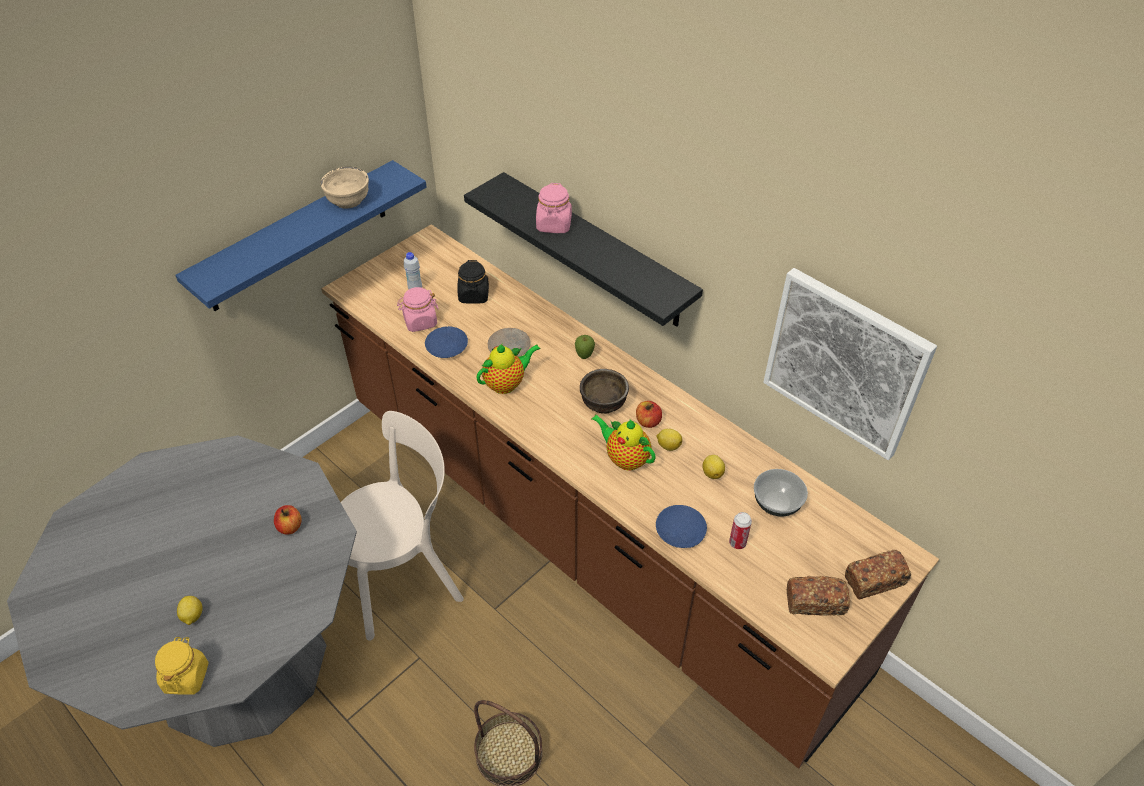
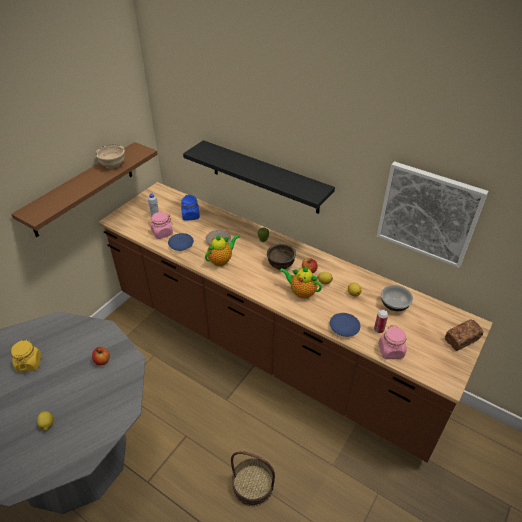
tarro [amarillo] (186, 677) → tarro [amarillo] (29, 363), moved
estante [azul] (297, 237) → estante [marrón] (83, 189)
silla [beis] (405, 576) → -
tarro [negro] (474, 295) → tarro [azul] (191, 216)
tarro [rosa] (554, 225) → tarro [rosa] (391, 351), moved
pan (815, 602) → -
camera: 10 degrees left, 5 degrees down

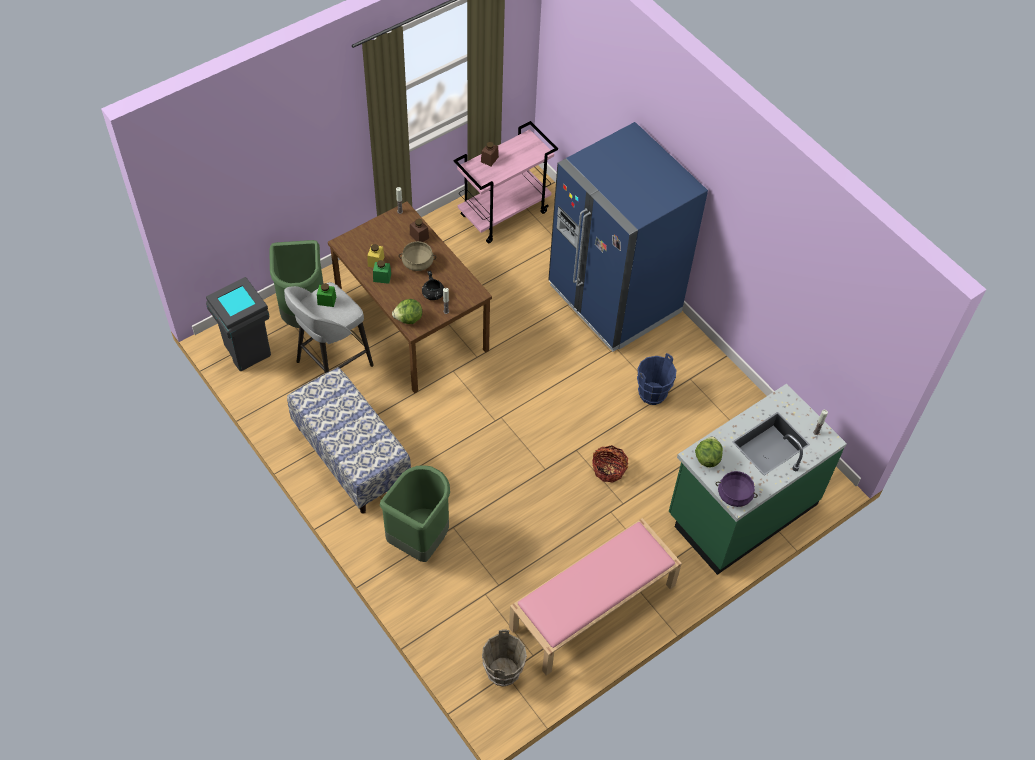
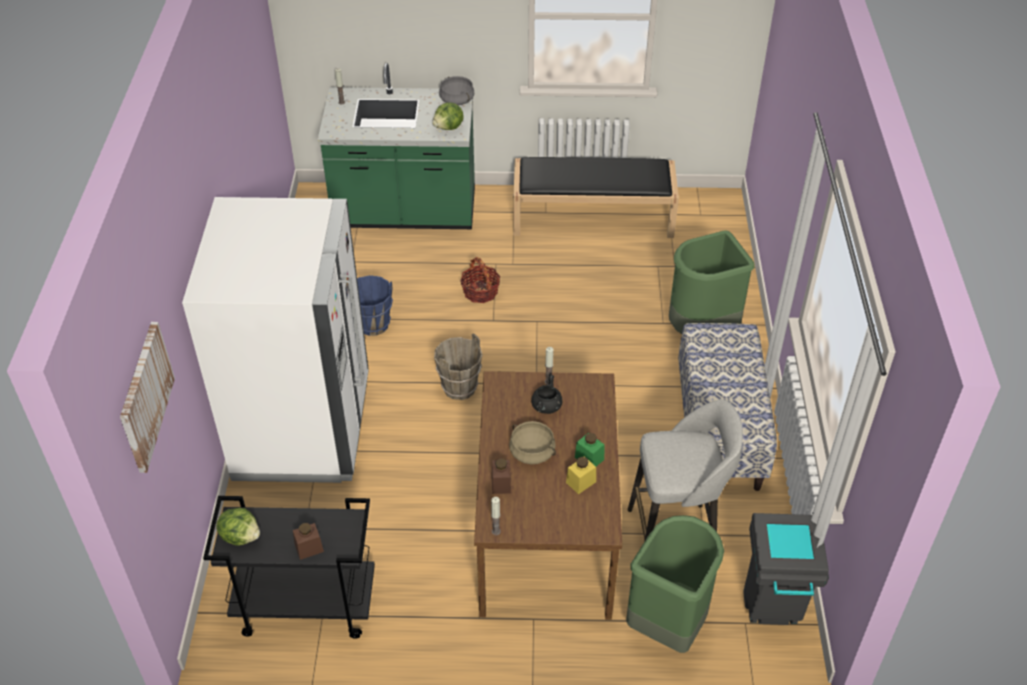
tarro [verde] (327, 300) → -
lechuga (408, 319) → lechuga (241, 536), moved
carrito [rosa] (504, 213) → carrito [negro] (304, 607)
cubo [marrón] (503, 672) → cubo [marrón] (459, 388), moved
banco [rosa] (592, 607) → banco [negro] (593, 217)
nevera [azul] (614, 299) → nevera [blanco] (303, 427)
olla [morado] (734, 495) → olla [gris] (457, 100)
- → cuadro (145, 396)
camera: 140 degrees left, 10 degrees down

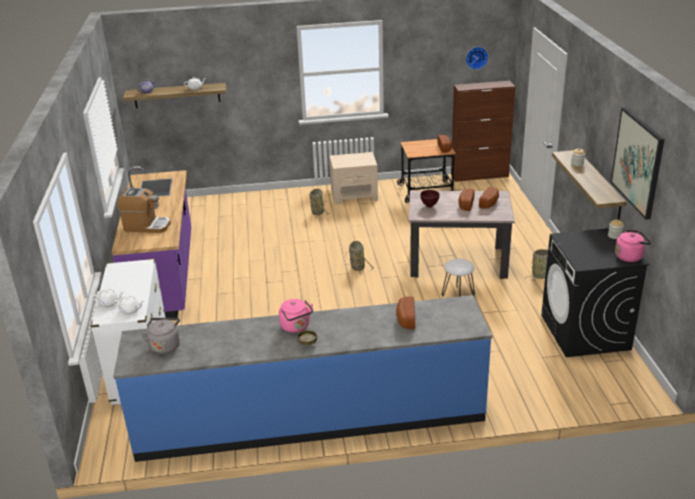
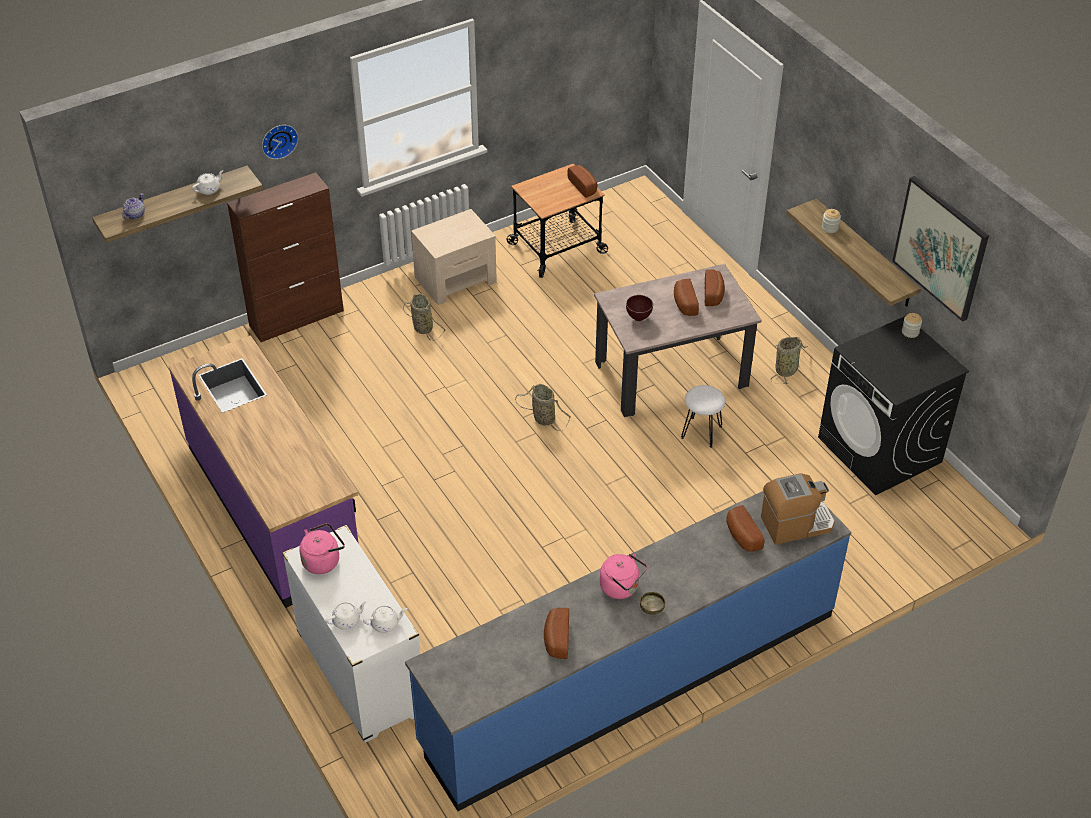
cafetera (147, 226) → cafetera (796, 524), moved
hervidor [gris] (165, 346) → -
armario [marrón] (480, 175) → armario [marrón] (297, 318), moved
reloj de pared (476, 57) → reloj de pared (278, 140), moved
hervidor [rosa] (630, 256) → hervidor [rosa] (323, 560), moved
- → pan (556, 639)
camera: 25 degrees left, 15 degrees up

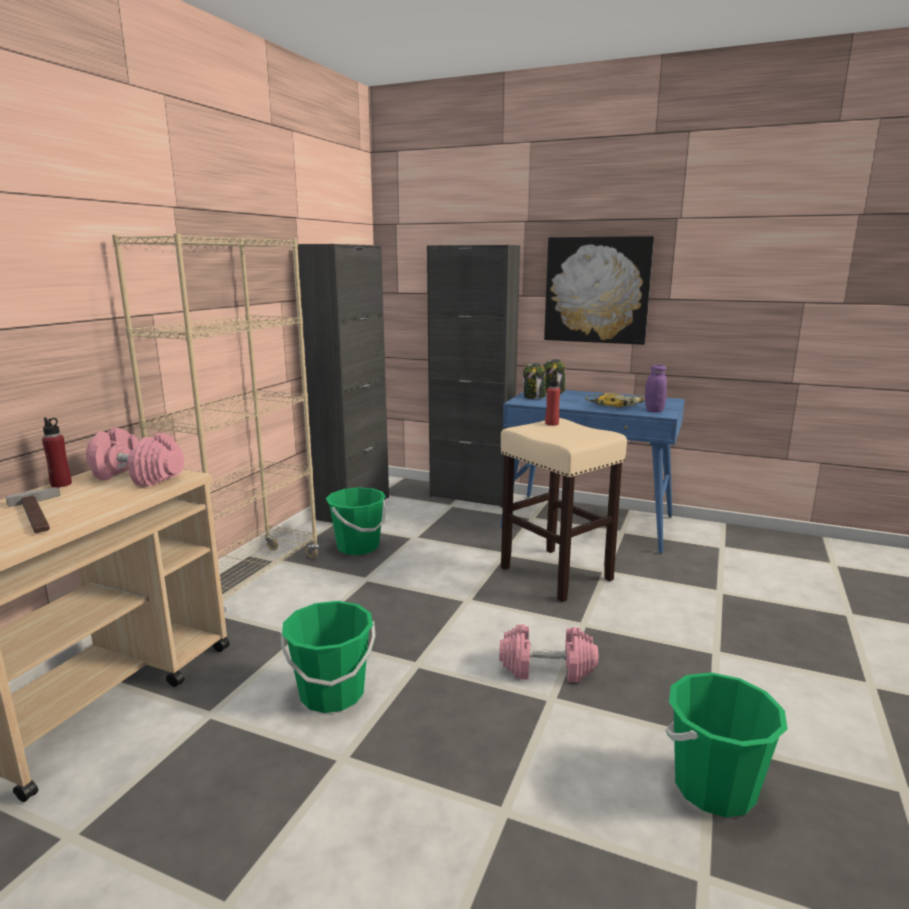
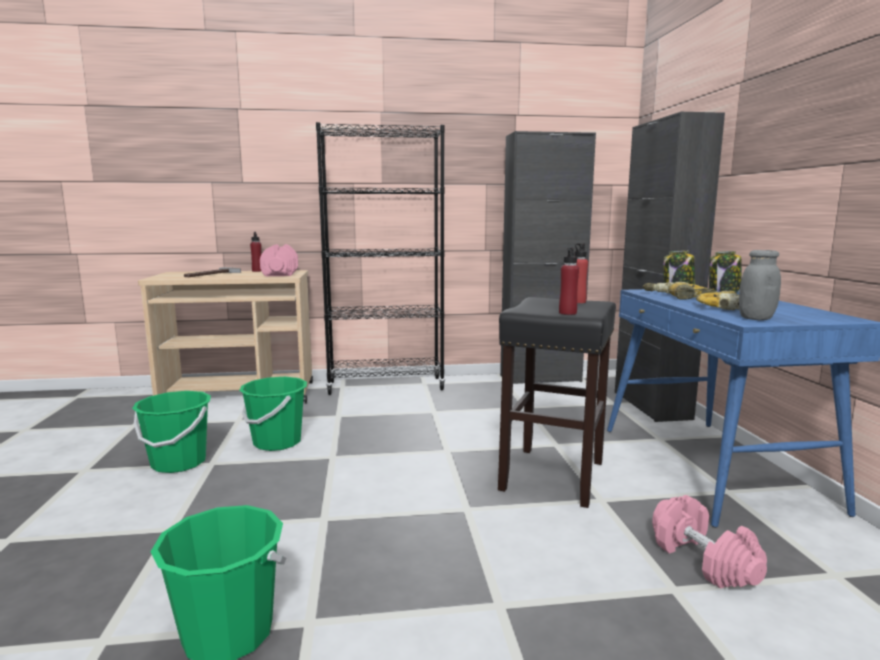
estantería [beis] (248, 582) → estantería [negro] (386, 386)
cubo [verde] (358, 547) → cubo [verde] (179, 462), moved
mancuerna [rosa] (547, 668) → mancuerna [rosa] (704, 560), moved
taburete [beis] (554, 573) → taburete [negro] (552, 475)
cuadro (597, 290) → -
tarro [morado] (654, 410) → tarro [gris] (756, 318)
- → botella [rojo] (567, 313)
- → taladro (677, 297)
camera: 60 degrees right, 5 degrees down

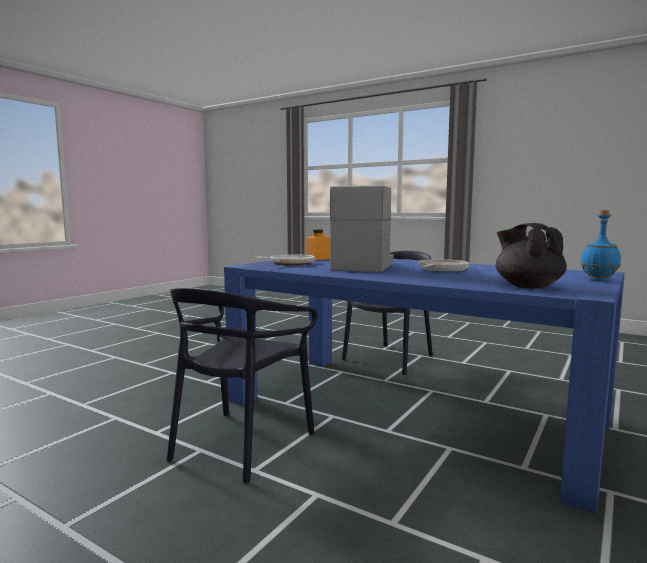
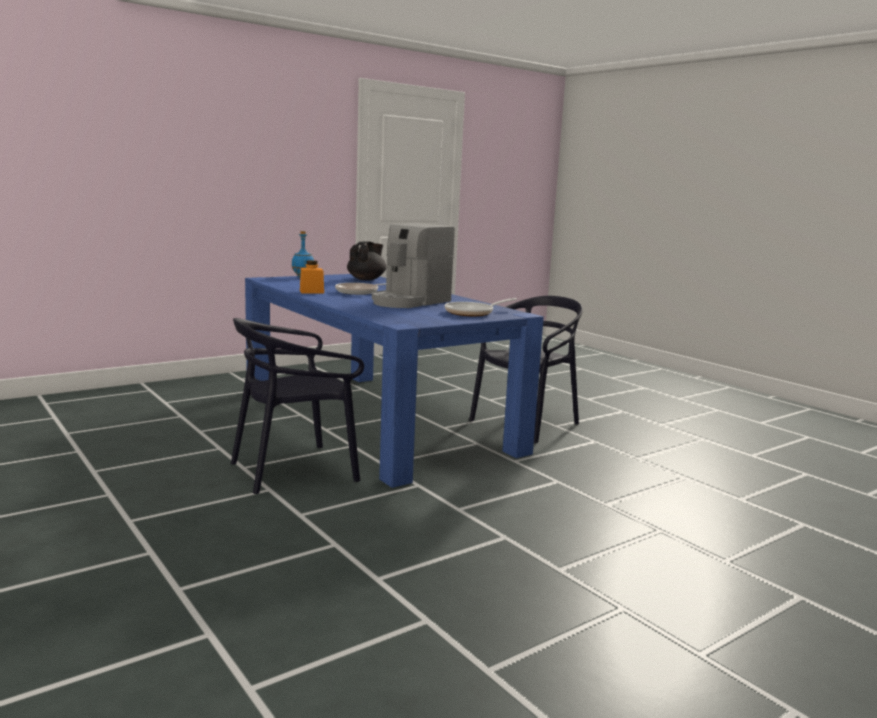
tarro [naranja] (318, 258) → tarro [naranja] (311, 292), moved
tetera [negro] (527, 286) → tetera [negro] (366, 279), 150 degrees counterclockwise
camera: 160 degrees left, 5 degrees up

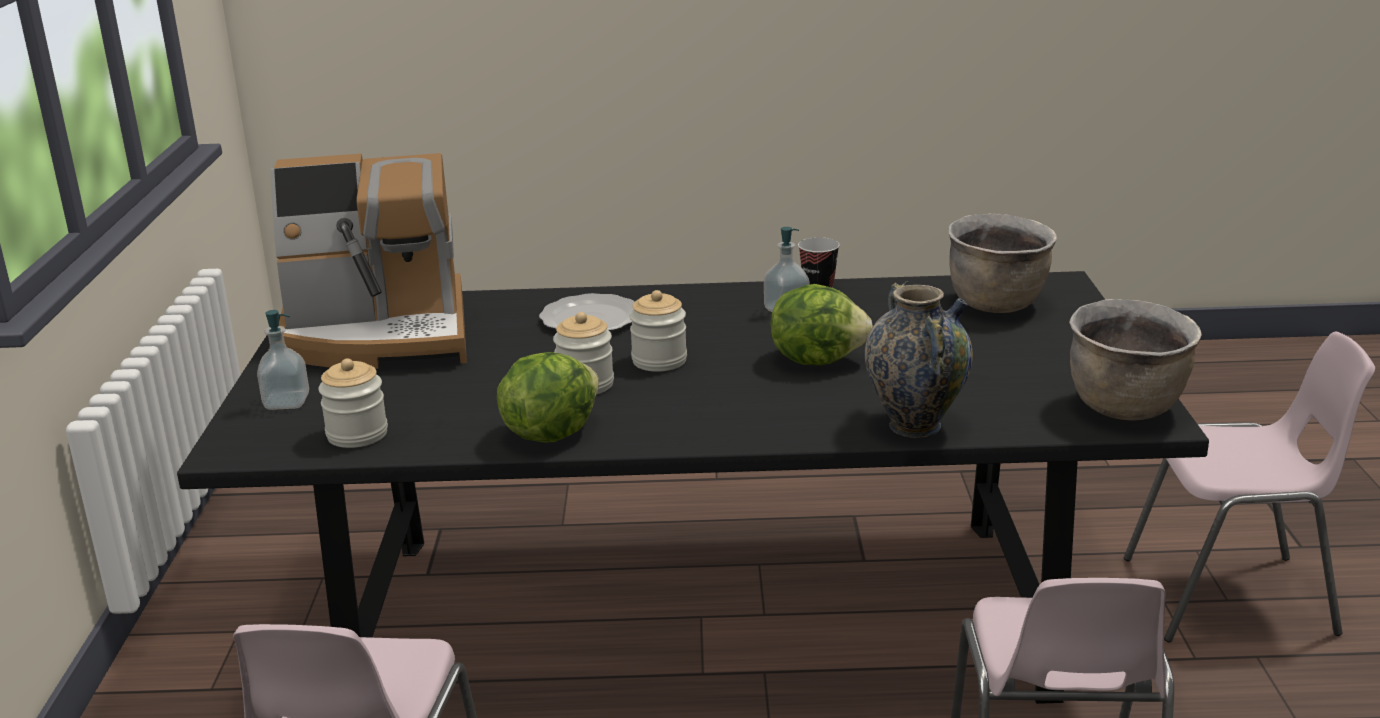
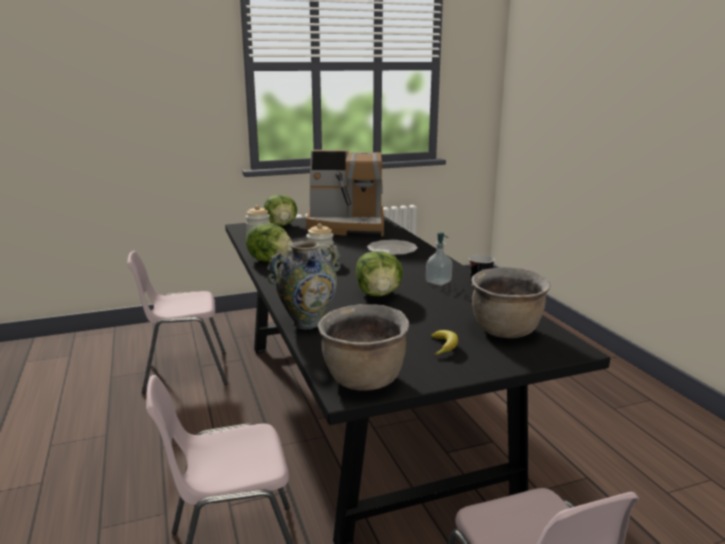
dispensador de jabón (287, 402) → lechuga (281, 225)
cafetera (380, 336) → cafetera (347, 226), 60 degrees counterclockwise
tarro (659, 361) → -
- → plátano (444, 346)
camera: 70 degrees right, 5 degrees down

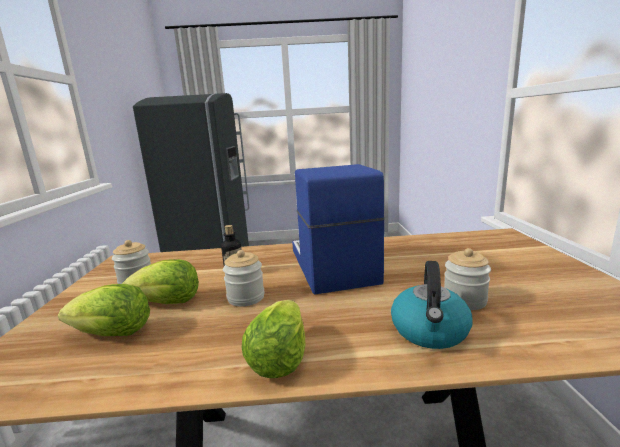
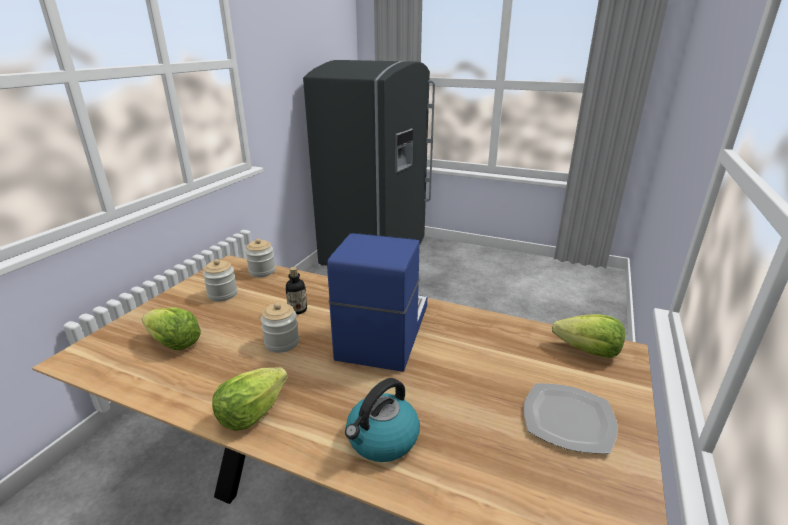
lechuga (167, 303) → lechuga (588, 351), moved
tarro (464, 300) → tarro (262, 271), moved
- → plato (569, 419)
camera: 25 degrees right, 10 degrees up

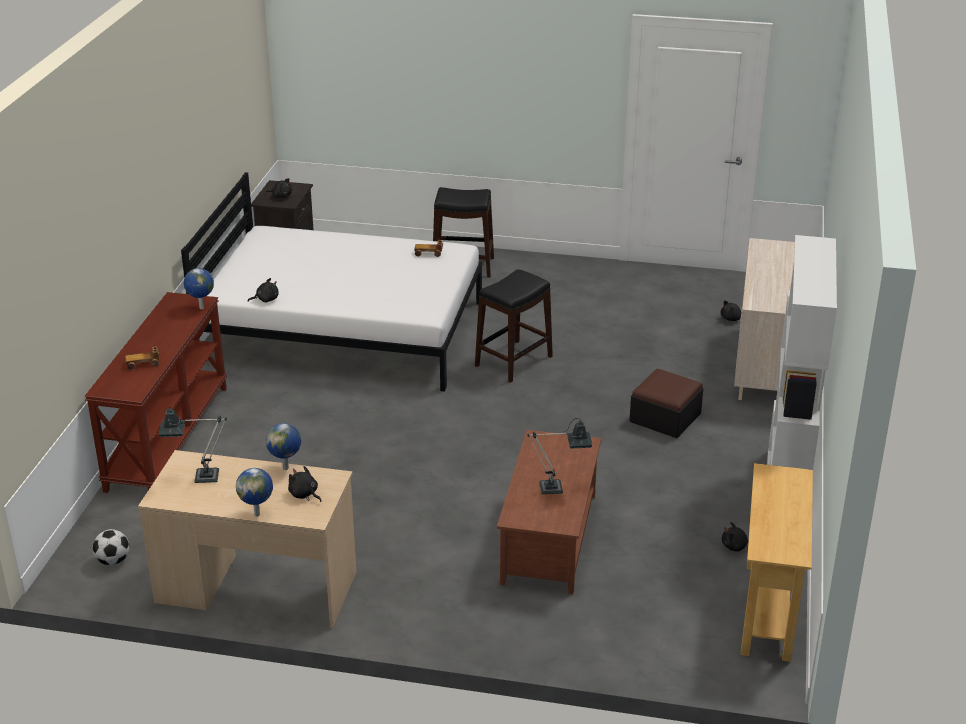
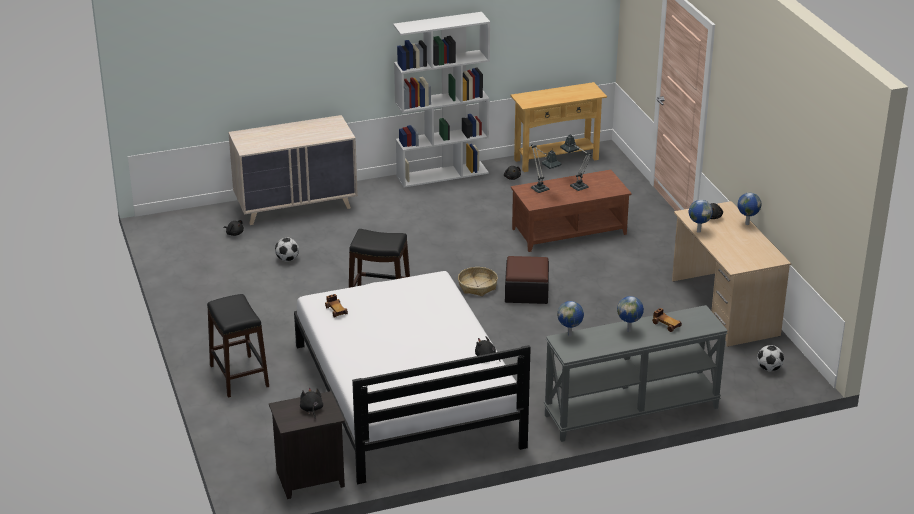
mesa consola [marrón] (167, 437) → mesa consola [gris] (631, 412)
lámpara de mesa (200, 477) → lámpara de mesa (542, 191), moved
puf (665, 418) → puf (526, 292), moved
- → balón de fútbol (287, 259)
- → cesta (477, 286)
- → globo terráqueo (629, 330)
camera: 120 degrees left, 0 degrees up

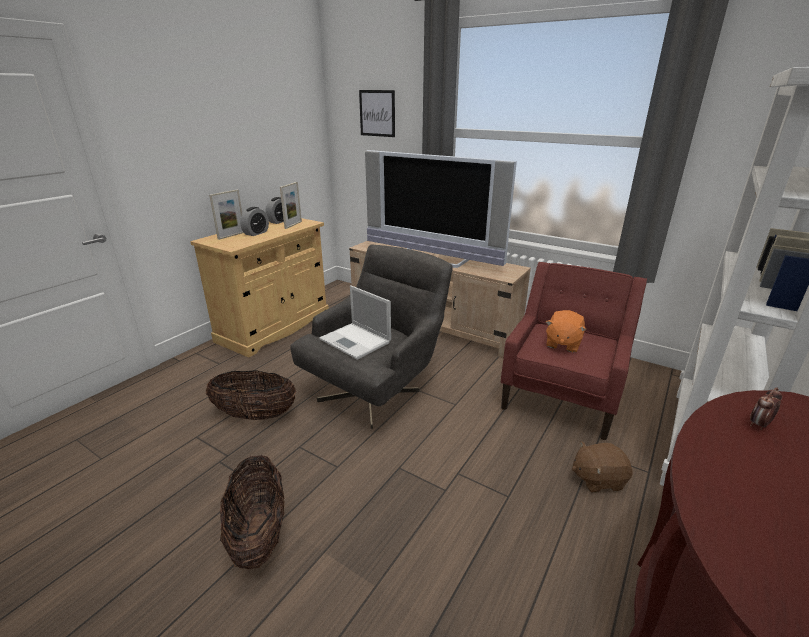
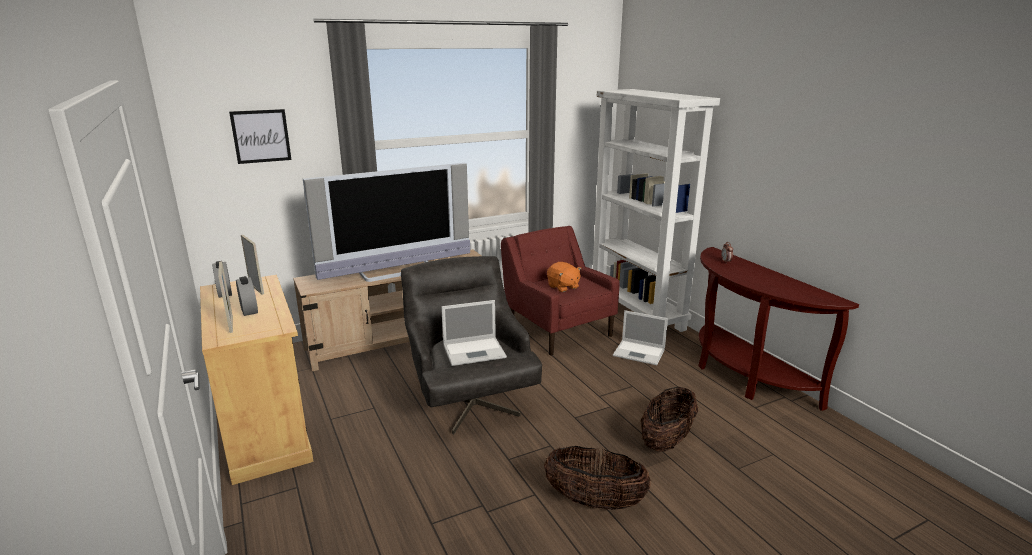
cesta (255, 415) → cesta (667, 440), moved
peluche [marrón] (597, 479) → portátil (640, 353)
camera: 60 degrees left, 5 degrees down

